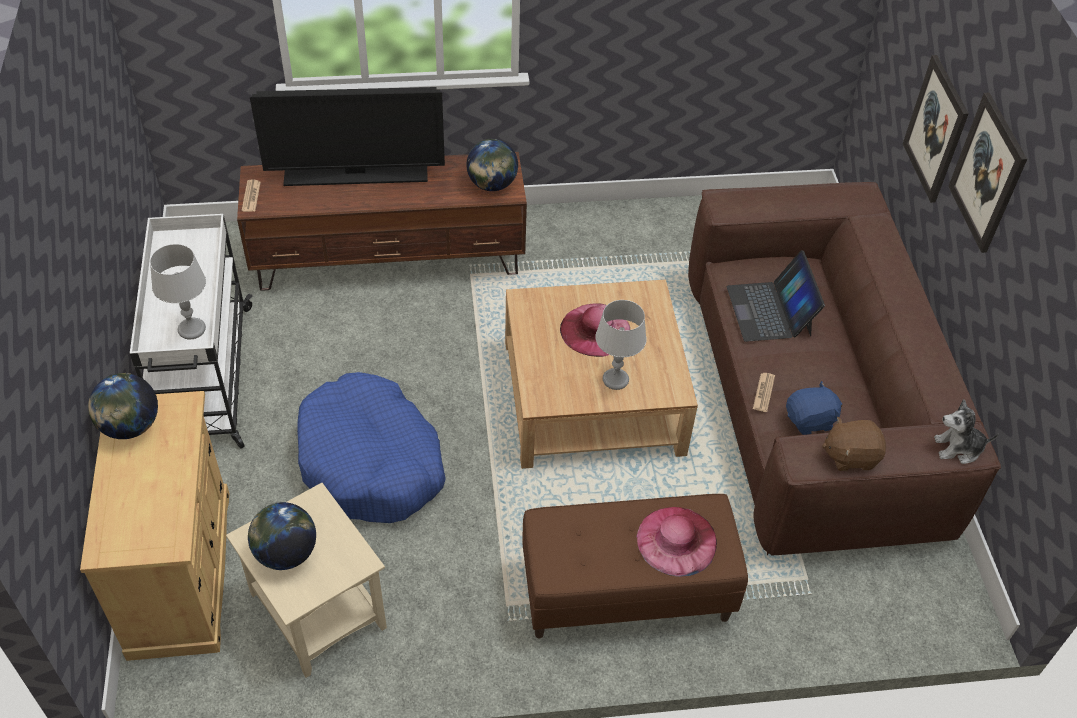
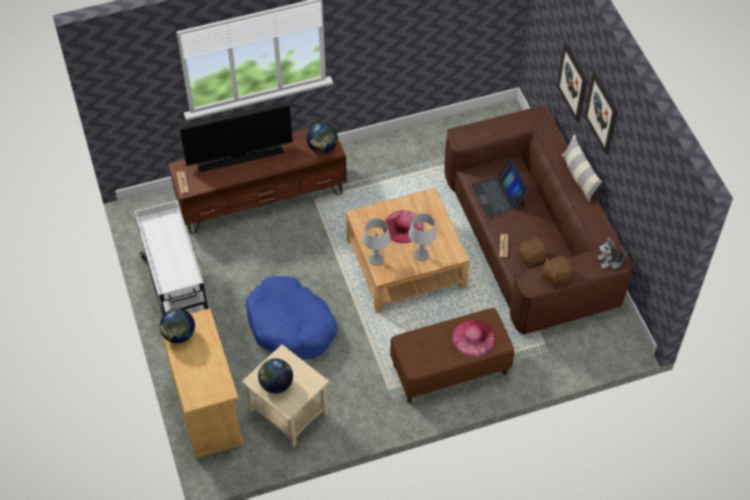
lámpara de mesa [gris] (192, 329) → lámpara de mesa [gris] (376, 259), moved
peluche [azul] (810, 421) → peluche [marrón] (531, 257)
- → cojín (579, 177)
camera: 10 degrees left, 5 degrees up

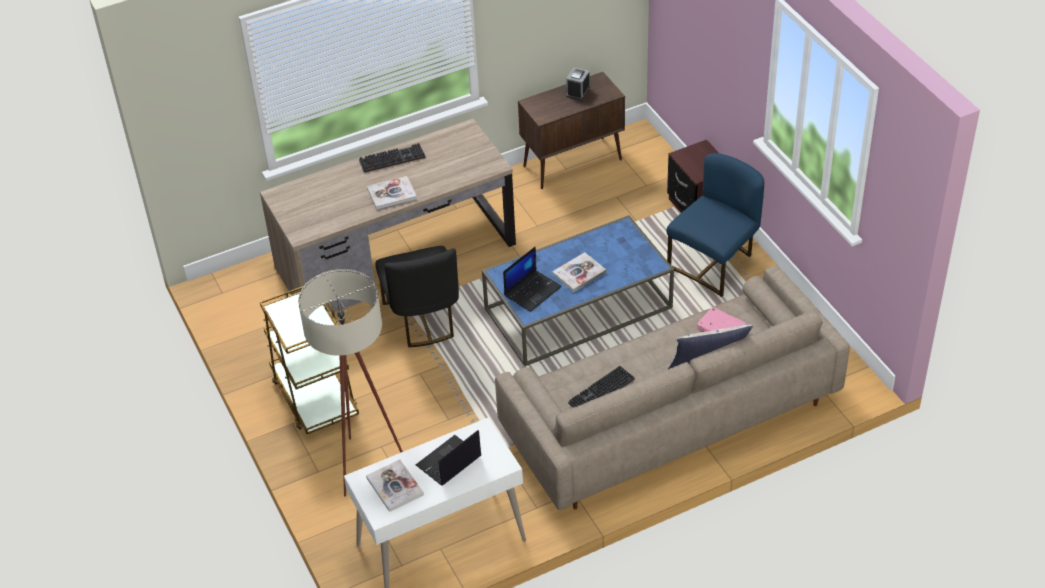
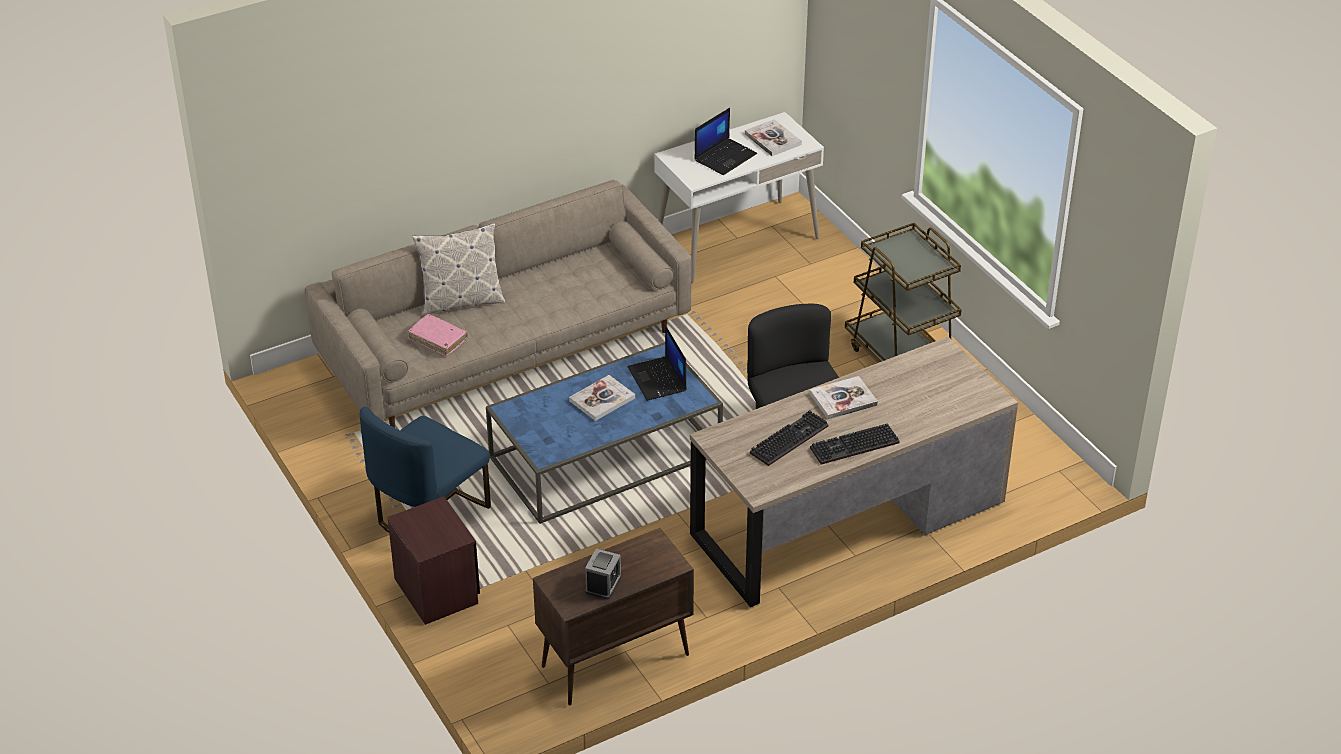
lámpara de pie [beis] (364, 461) → -
portátil (532, 290) → portátil (658, 379), 60 degrees counterclockwise
teclado (601, 393) → teclado (789, 438), moved
camera: 175 degrees right, 5 degrees down

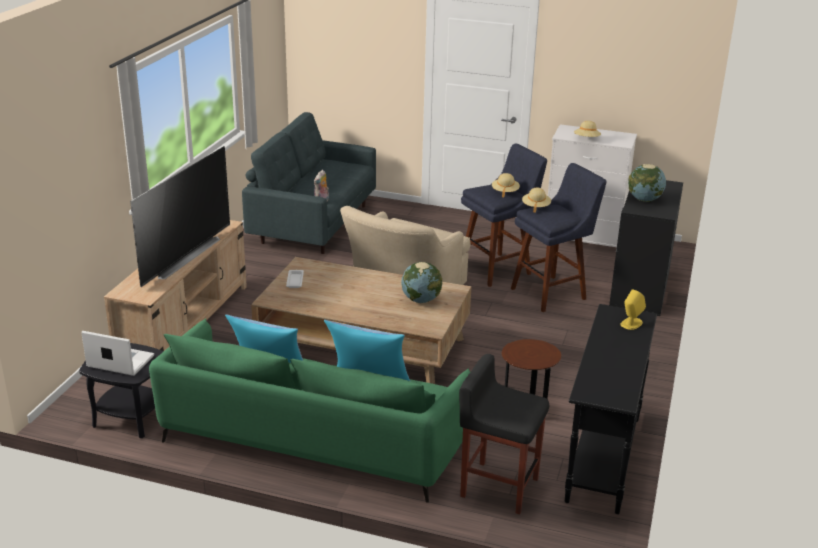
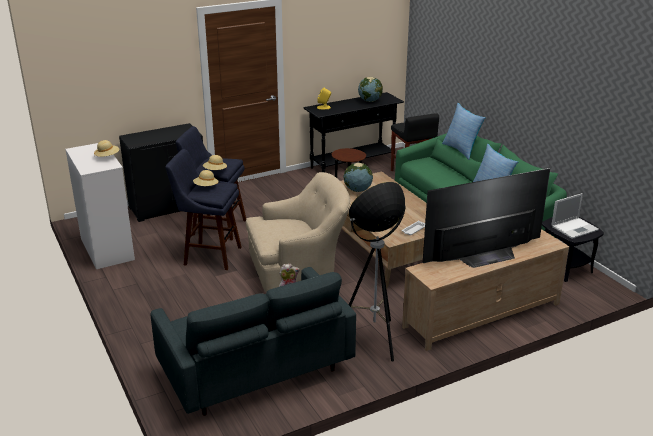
portátil (119, 361) → portátil (575, 228), 90 degrees counterclockwise
globo terráqueo (644, 200) → globo terráqueo (370, 101), moved
- → lámpara de pie (373, 340)
camera: 135 degrees left, 0 degrees up

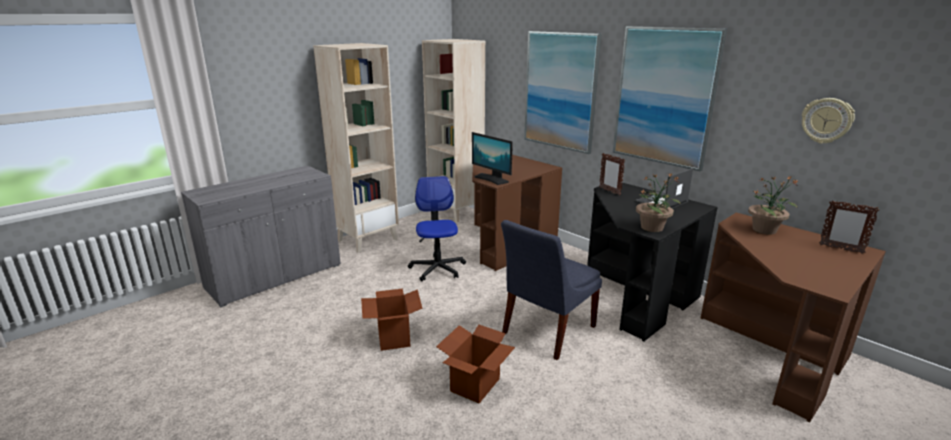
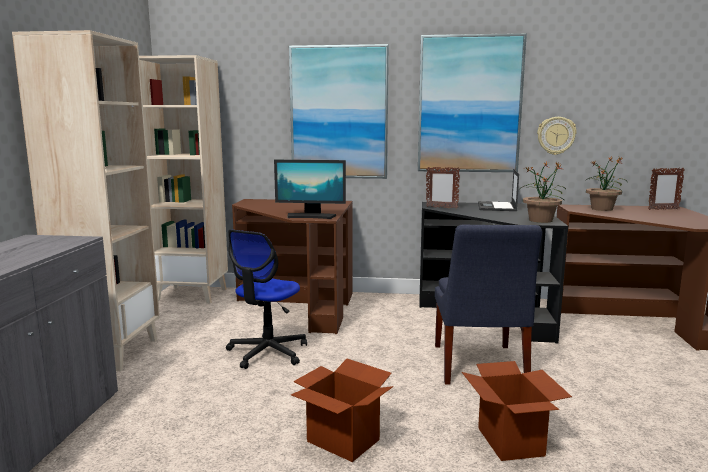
silla de oficina (437, 268) → silla de oficina (267, 352), 105 degrees counterclockwise
reloj de pared (826, 120) → reloj de pared (556, 135), moved
camera: 40 degrees left, 10 degrees down

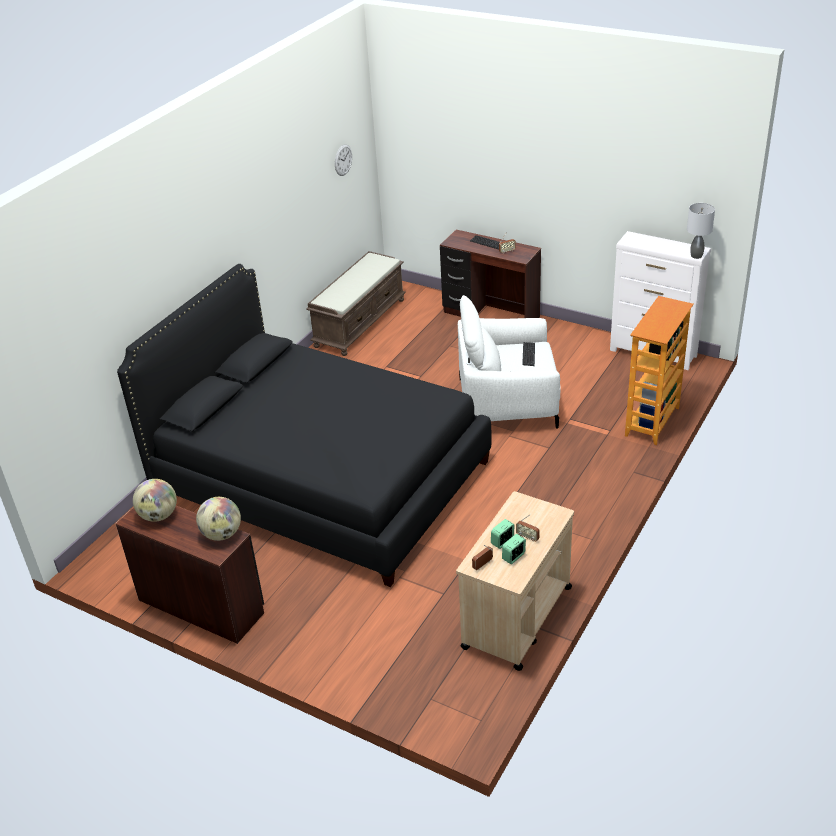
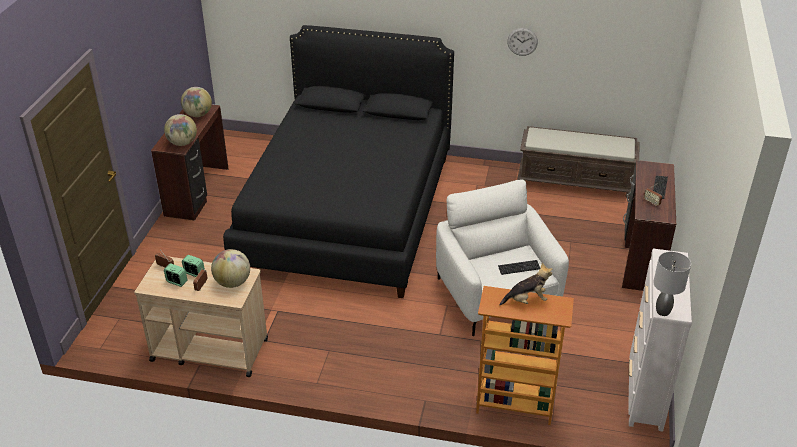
reloj de pared (343, 160) → reloj de pared (522, 41), moved
- → globo terráqueo (232, 282)
- → peluche (526, 300)
camera: 70 degrees right, 0 degrees up

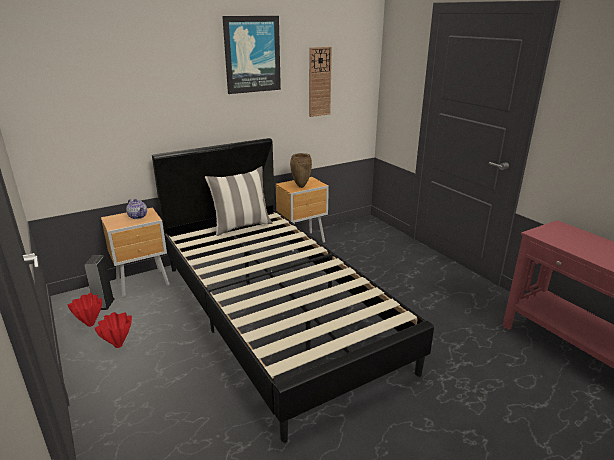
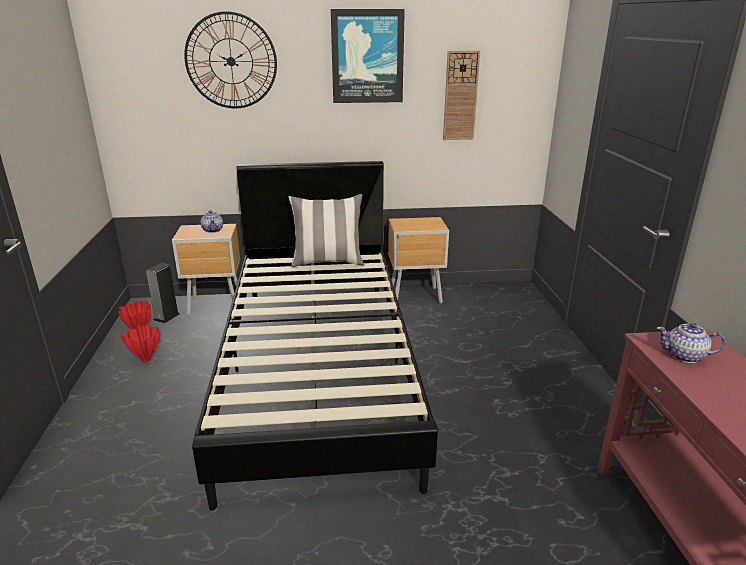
florero [marrón] (301, 186) → -
- → reloj de pared (231, 61)
- → tetera (685, 356)
camera: 25 degrees right, 0 degrees up

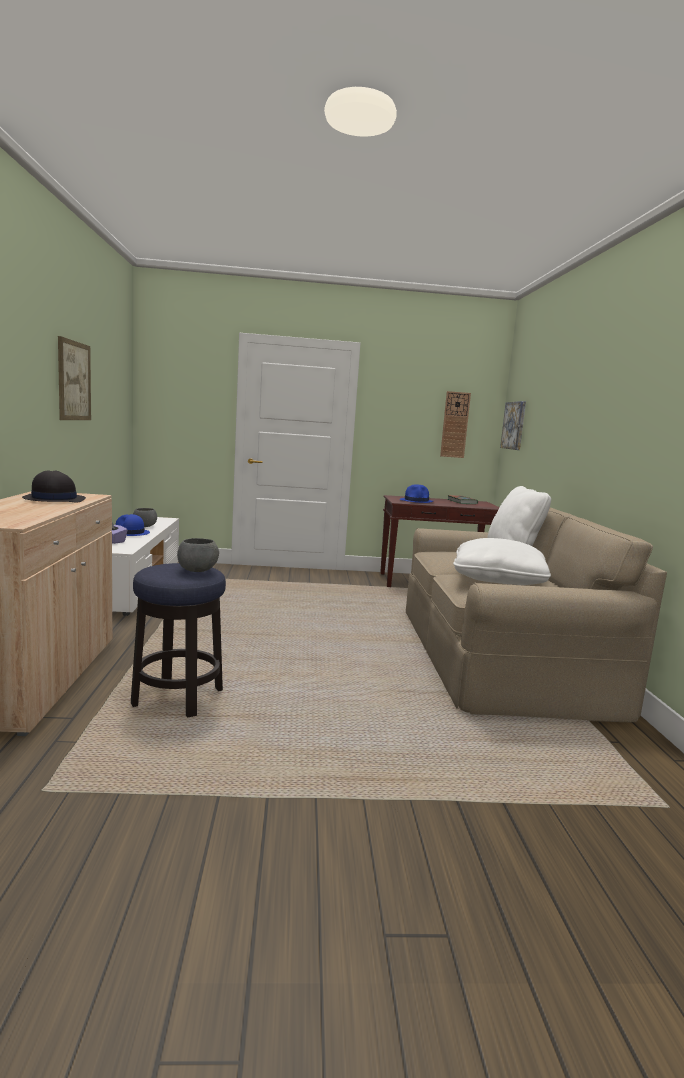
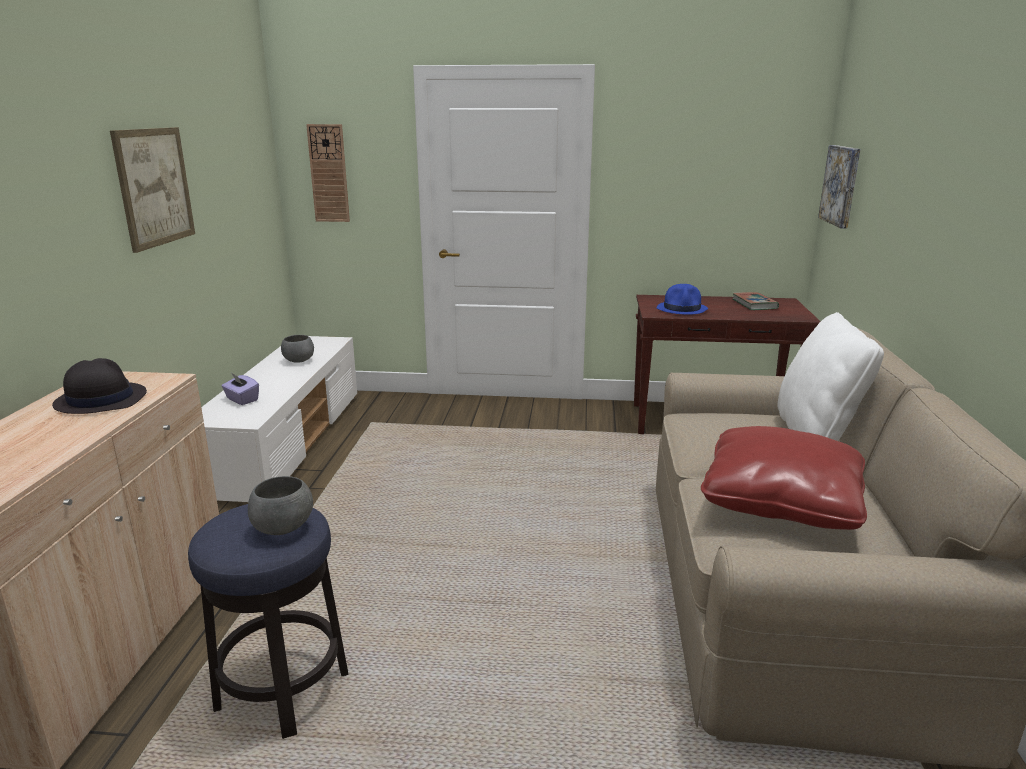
sombrero [azul] (129, 533) → -
reloj de pared (455, 425) → reloj de pared (329, 173), moved
cojín [blanco] (498, 580) → cojín [rojo] (780, 501)
camera: 10 degrees right, 10 degrees up

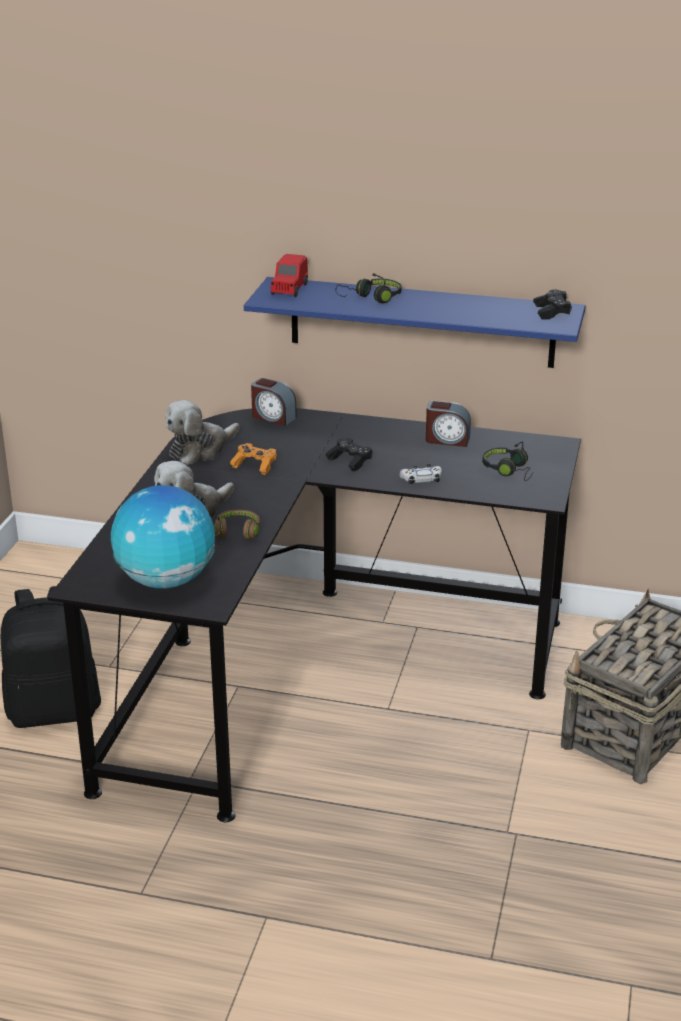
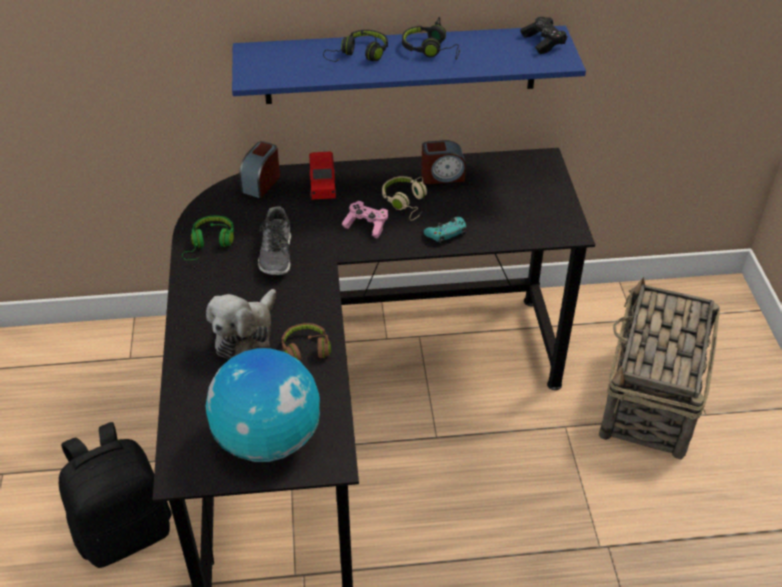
peluche (200, 449) → auriculares [verde] (210, 244)
mando de consola [naranja] (255, 466) → zapato (277, 253)
despertador (273, 417) → despertador (261, 183), 105 degrees clockwise
coche de juguete [rojo] (289, 289) → coche de juguete [rojo] (323, 188), moved
mando de consola [negro] (349, 461) → mando de consola [rosa] (366, 225)
mando de consola [blanco] (421, 479) → mando de consola [turquesa] (446, 233)
auriculares [negro] (509, 470) → auriculares [negro] (431, 50), moved
- → auriculares [beis] (406, 203)
camera: 20 degrees left, 15 degrees up

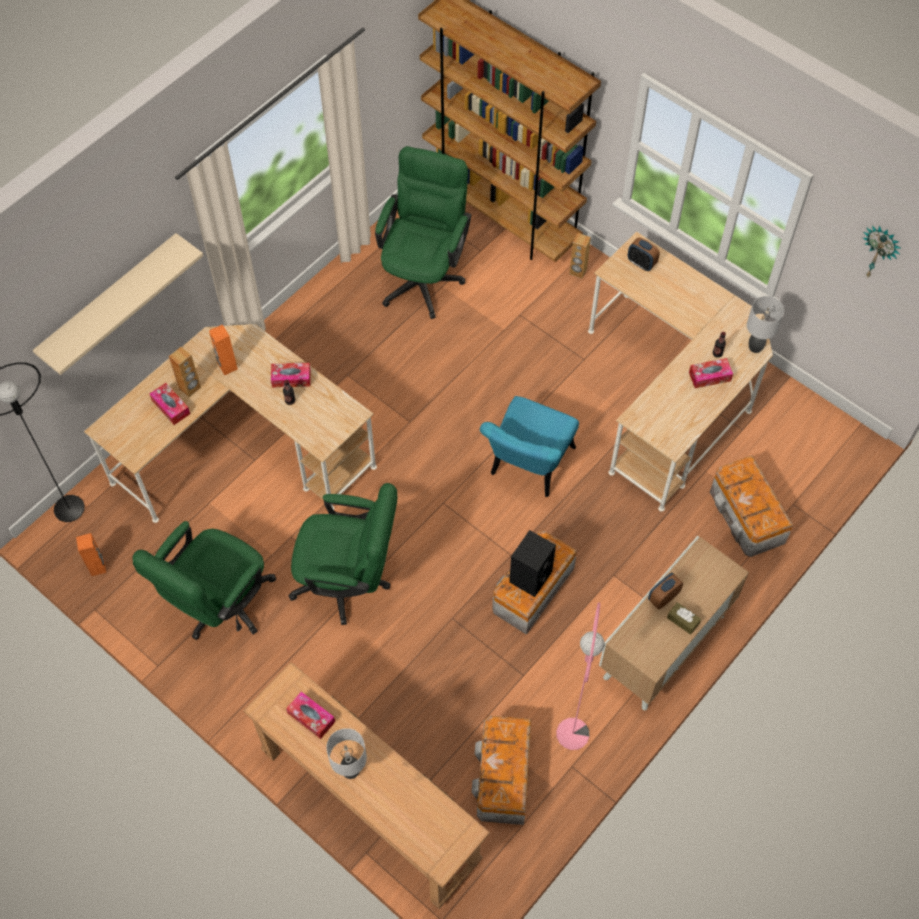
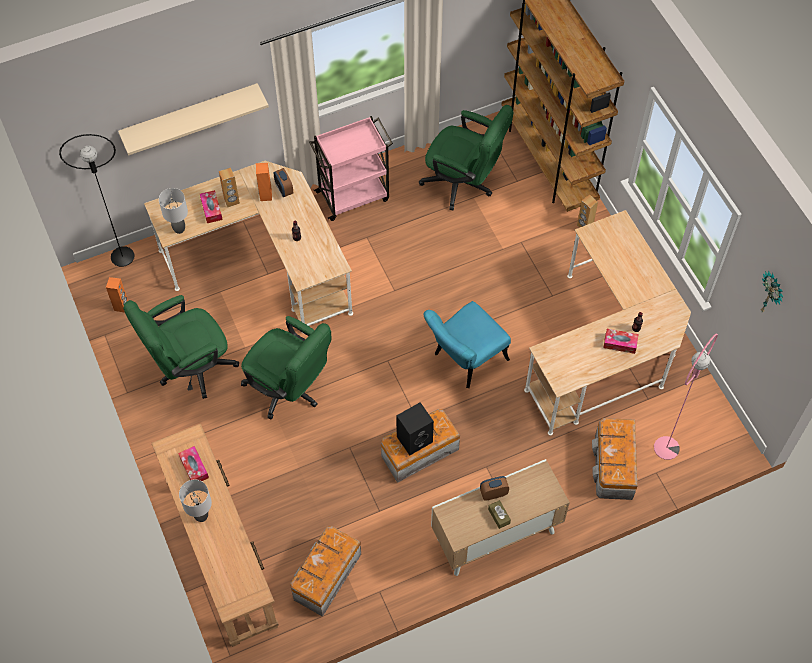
caja de pañuelos (291, 378) → -
silla de oficina [verde] (424, 276) → silla de oficina [verde] (463, 184), 75 degrees clockwise
lámpara de pie [rosa] (573, 734) → lámpara de pie [rosa] (666, 448), moved
despertador (641, 263) → despertador (284, 189), moved
lámpara de mesa [gris] (755, 347) → lámpara de mesa [gris] (179, 228), moved
- → carrito [rosa] (354, 195)
camera: 25 degrees right, 0 degrees up

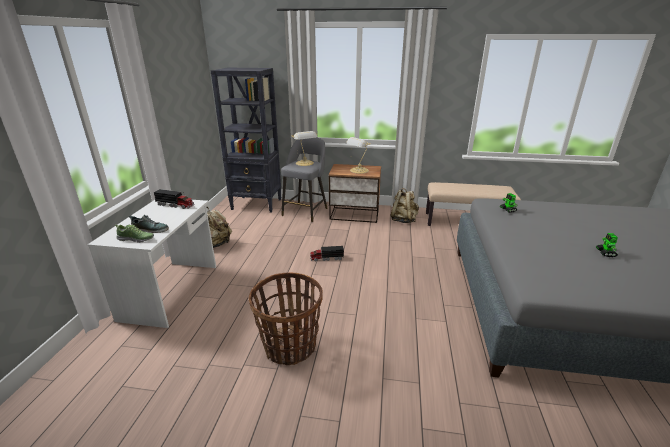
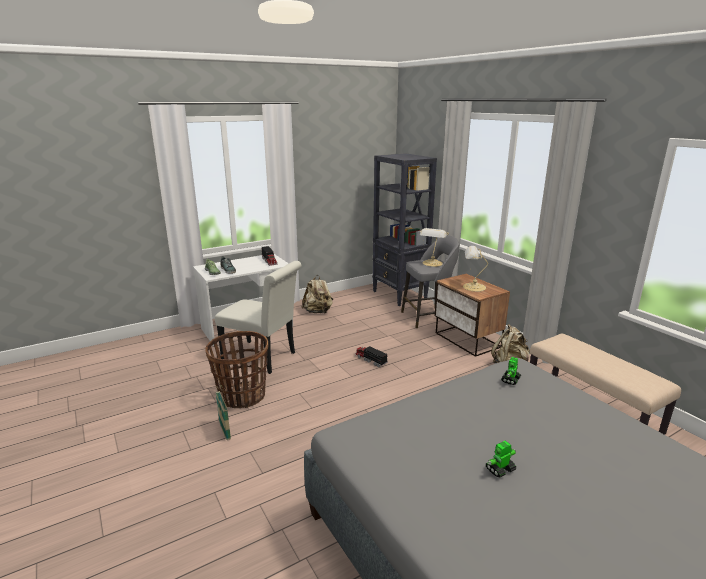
- → silla [blanco] (263, 358)
- → cesta (225, 431)
camera: 50 degrees right, 5 degrees down

